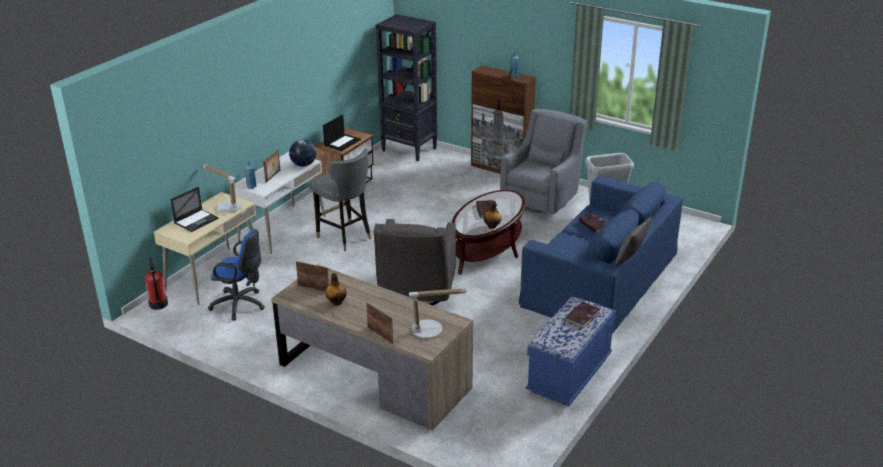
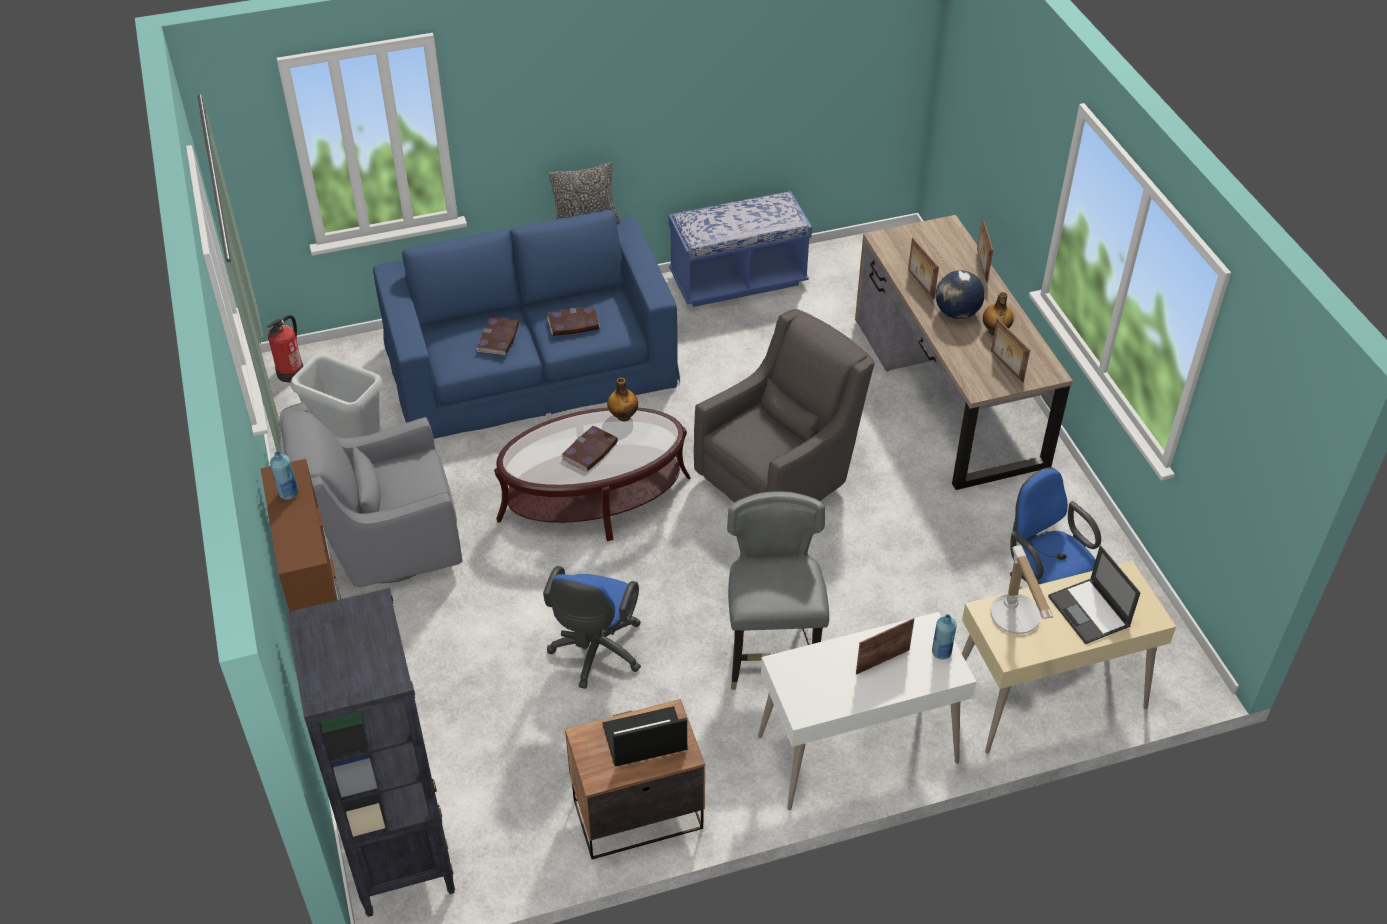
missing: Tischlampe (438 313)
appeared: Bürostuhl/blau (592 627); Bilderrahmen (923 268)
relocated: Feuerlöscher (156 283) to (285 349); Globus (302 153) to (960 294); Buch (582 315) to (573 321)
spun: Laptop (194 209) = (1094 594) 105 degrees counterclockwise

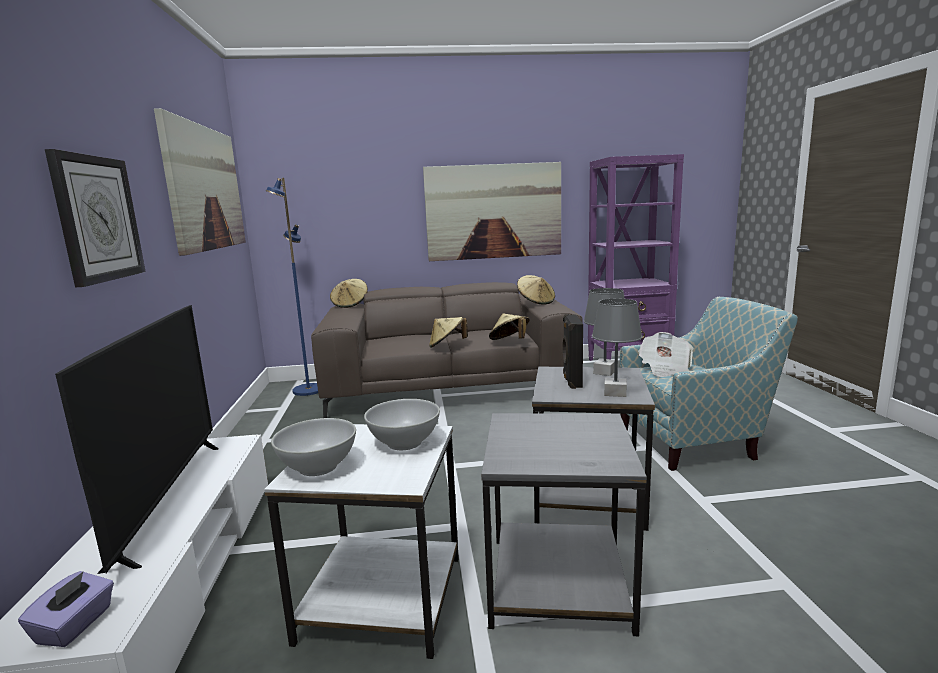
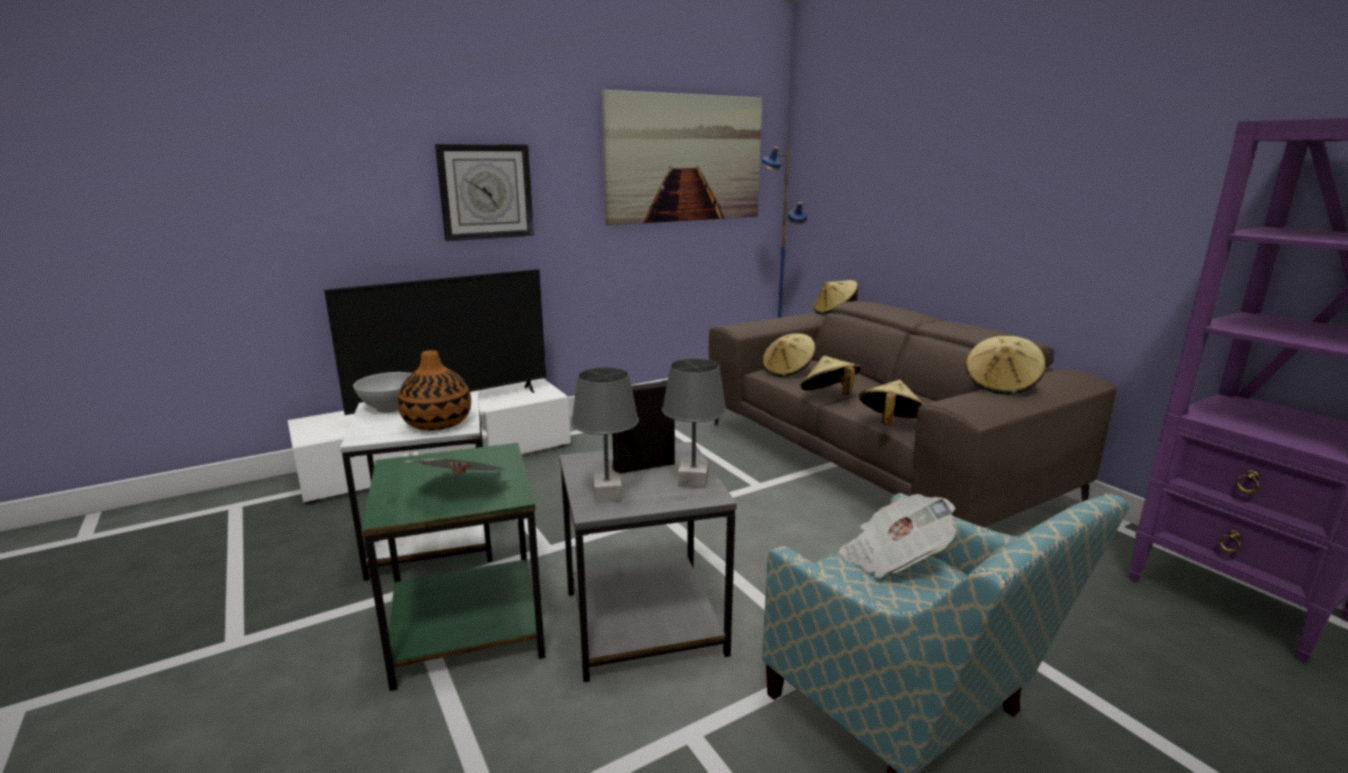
missing: Taschentuchbox/lila (66 609); Bild (492 211)
appeared: Zeitung (455 467); Hut/beige (789 355)
exchanged: Schüssel/weiß (402 424) to Vase (434 390)
colour: Beistelltisch/grau (564 524) to Beistelltisch/grün (453 567)

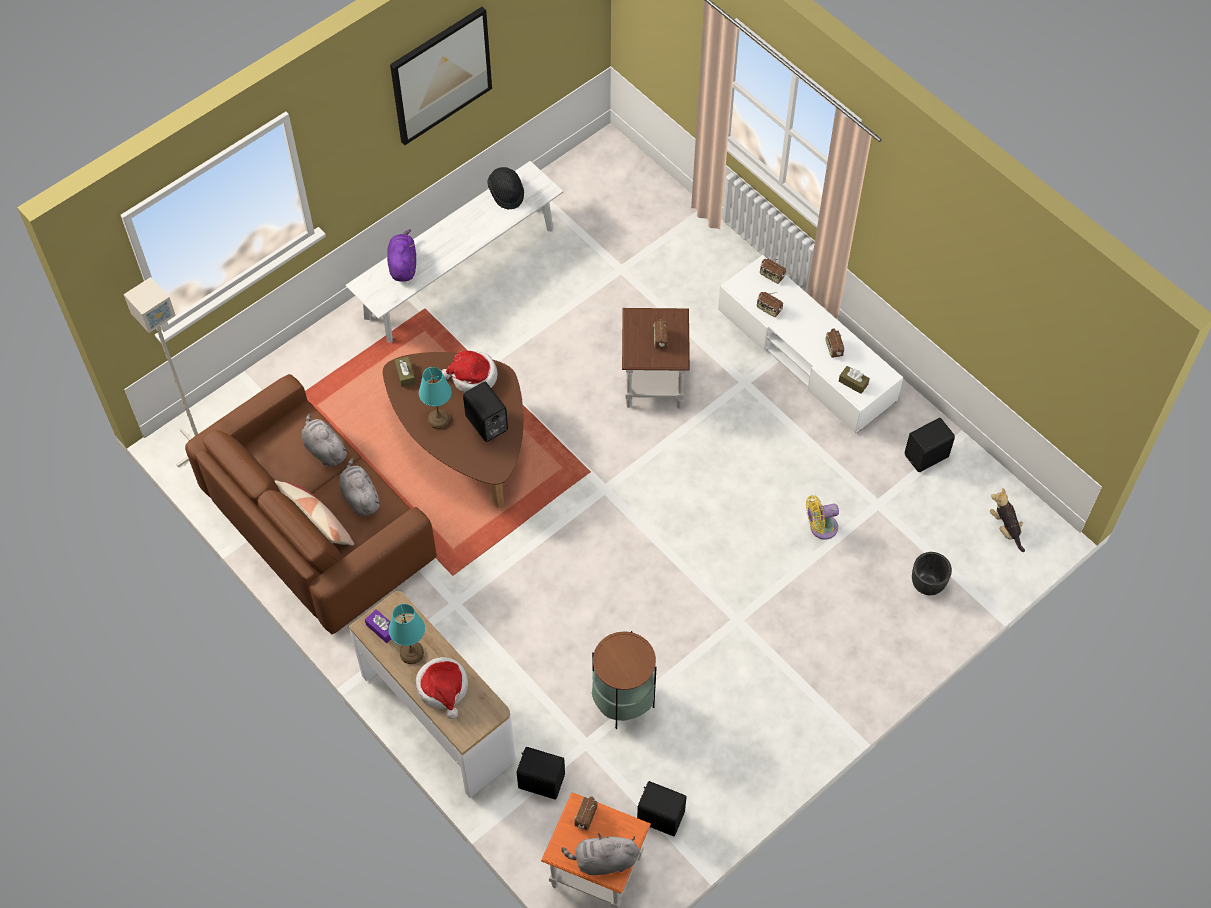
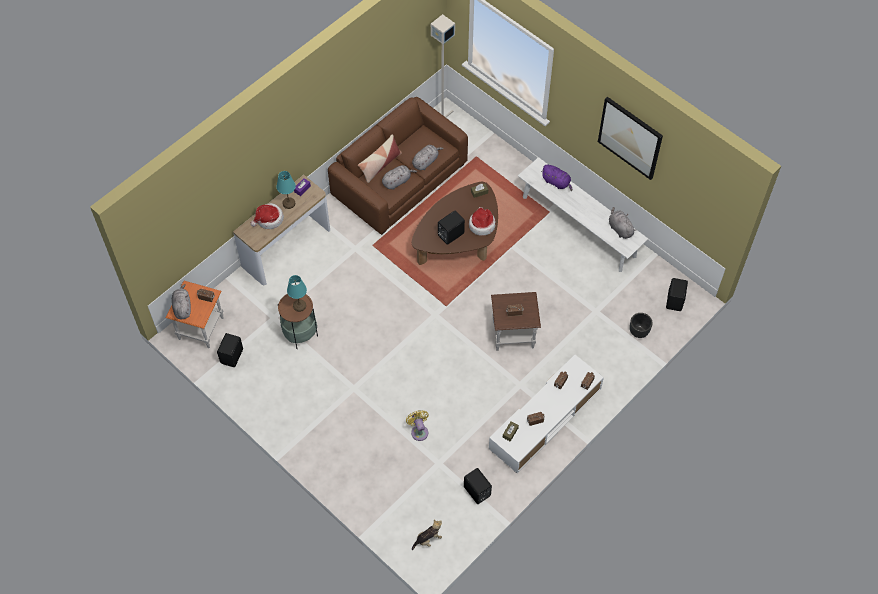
relocated: Tischlampe/türkis (435 398) to (297 293); Lautsprecher/schwarz (541 773) to (677 294); Pflanzkübel/schwarz (932 573) to (641 325)
exchanged: Hut/schwarz (505 188) to Plüschtier/grau (623 223)
spun: Plüschtier/lila (401 255) = (556 178) 45 degrees clockwise

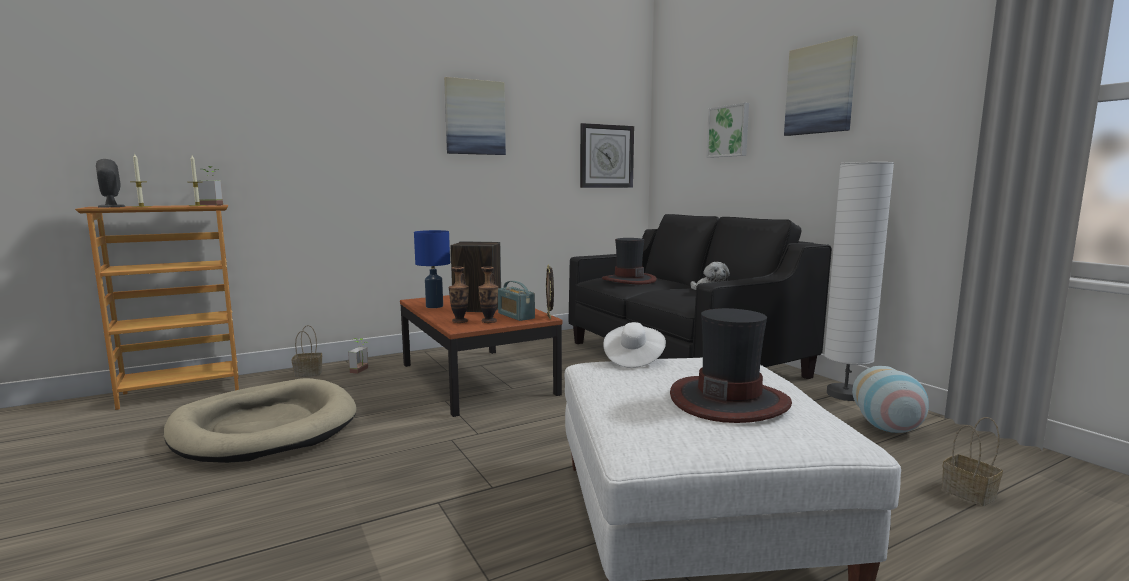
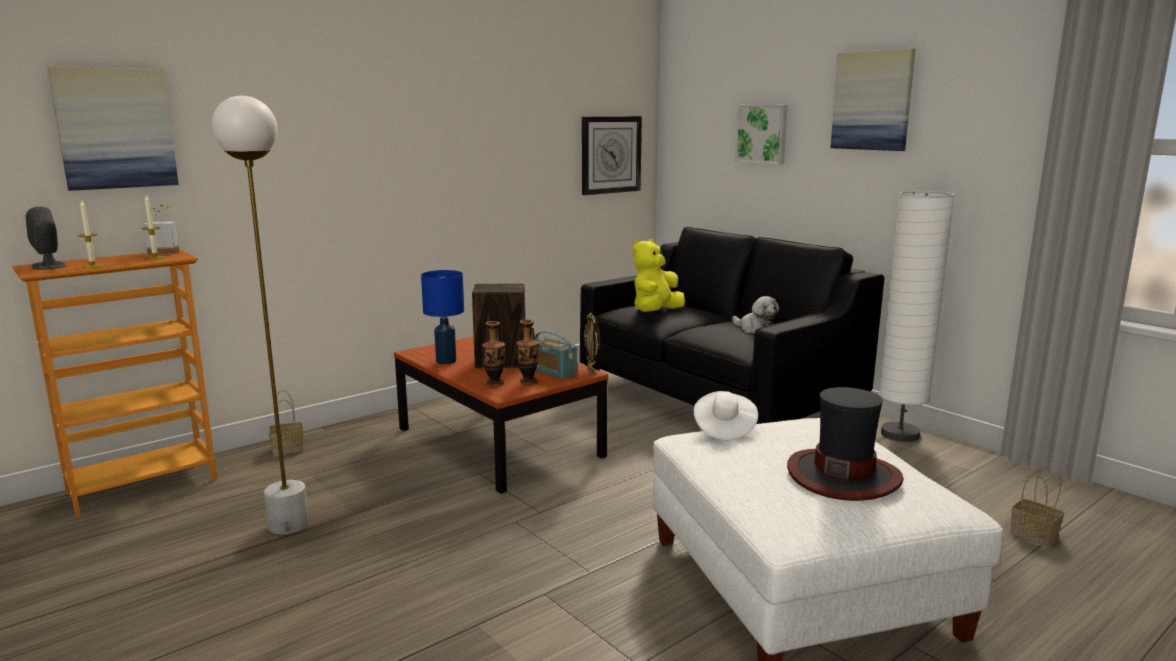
missing: Topfpflanze (358 356); Vase (890 399)
relocated: Bild (475 116) to (113 128)
exchanged: Hundebett/beige (260 420) to Stehlampe/weiß (260 315); Hut (629 261) to Plüschtier/gelb (659 275)

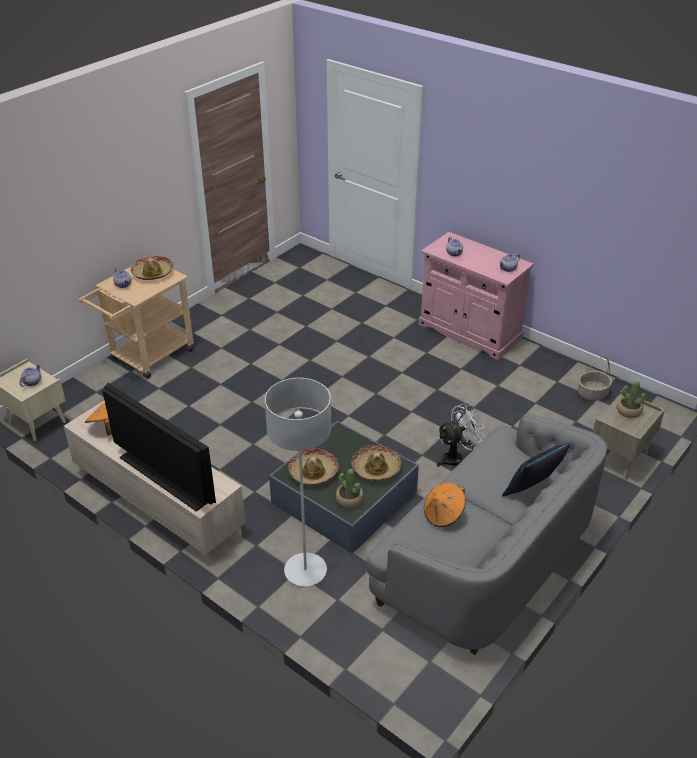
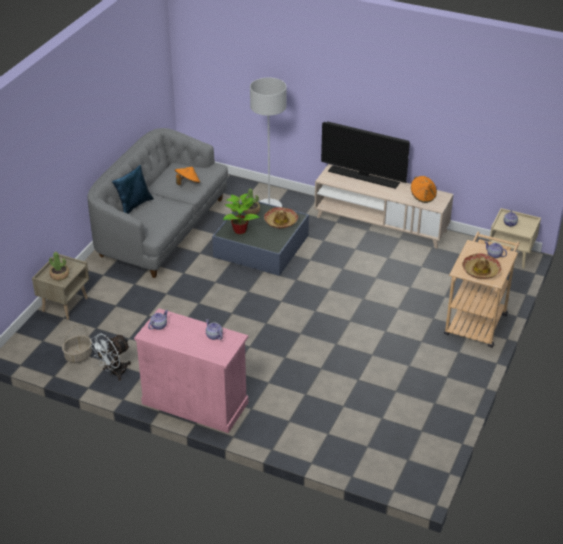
relocated: Ventilator/weiß (461 435) to (110 357)
exchanged: Hut (377 463) to Topfpflanze (241 214)

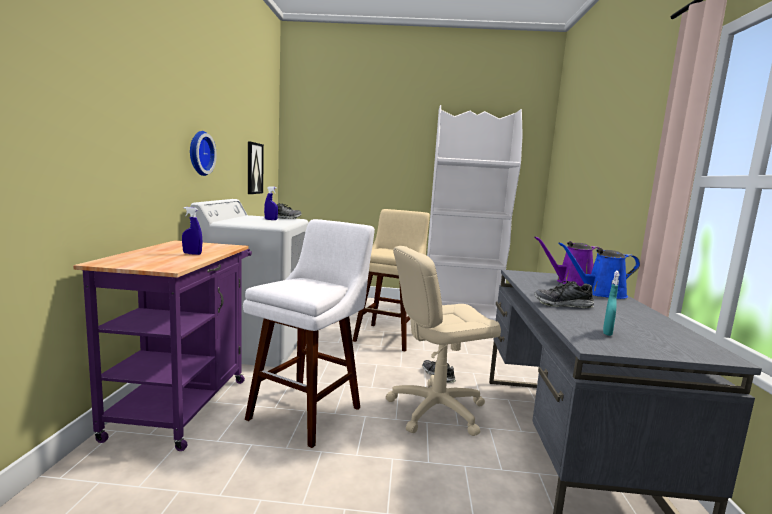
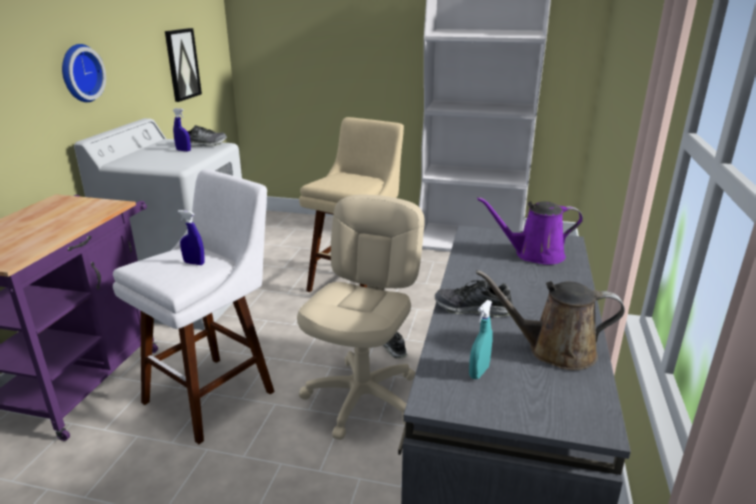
missing: Gießkanne/blau (599 270)
appeared: Gießkanne/braun (550 320)
relocated: Sprühflasche/blau (192 231) to (191 237)
spun: Bürostuhl/beige (443 341) = (361 317) 120 degrees clockwise

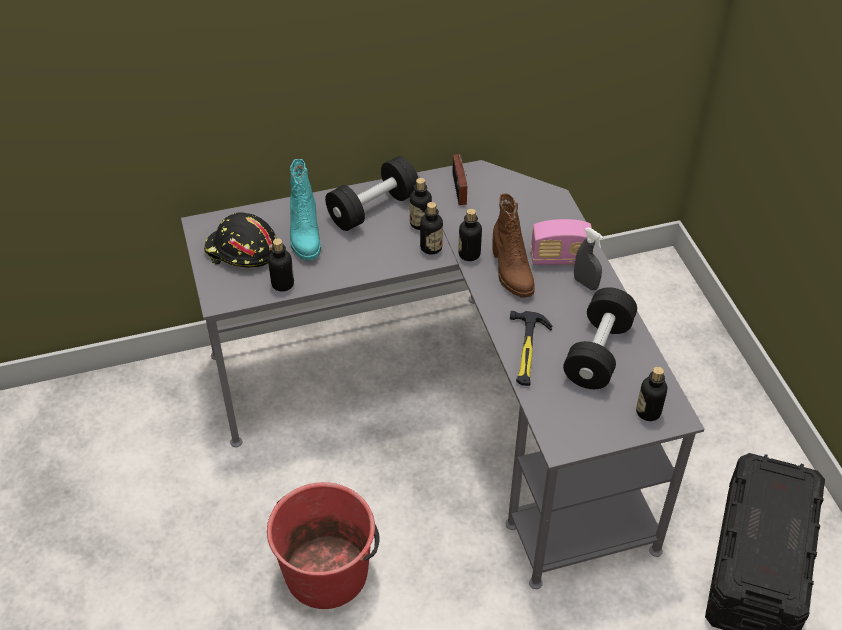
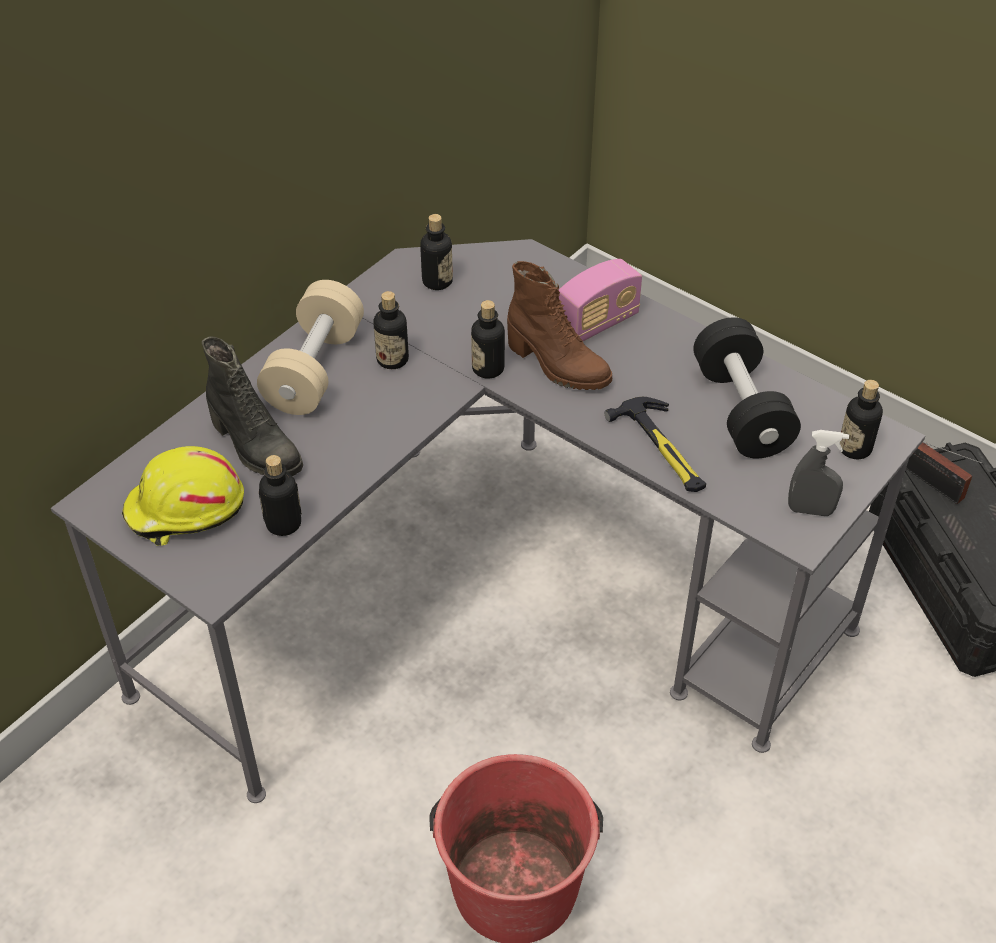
relocated: Flasche (431 228) to (436 252); Radio (459 179) to (945 473); Sprühflasche/grau (589 259) to (818 473)
colour: Schutzhelm/schwarz (240 240) to Schutzhelm/gelb (183 496); Stiefel/türkis (305 210) to Stiefel/schwarz (252 406); Hantel/schwarz (371 193) to Hantel/beige (310 347)

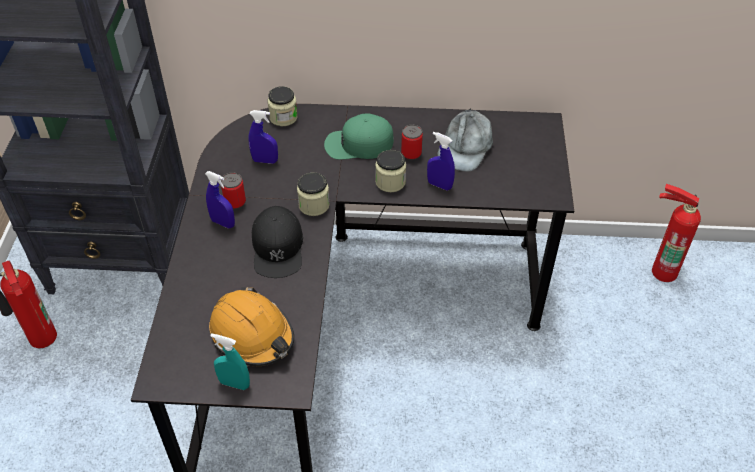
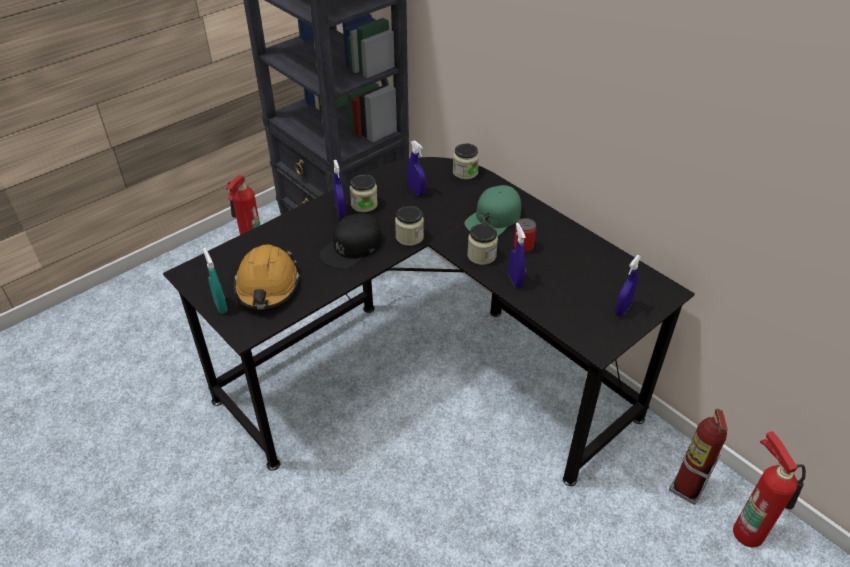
missing: Kappe/grau (465 139)
appeared: Sprühflasche/blau (628 285); Feuerlöscher (698 457)
exchanged: Dose (233 190) to Vorratsglas (364 193)
spun: Kappe/grün (359 136) = (492 210) 90 degrees counterclockwise

